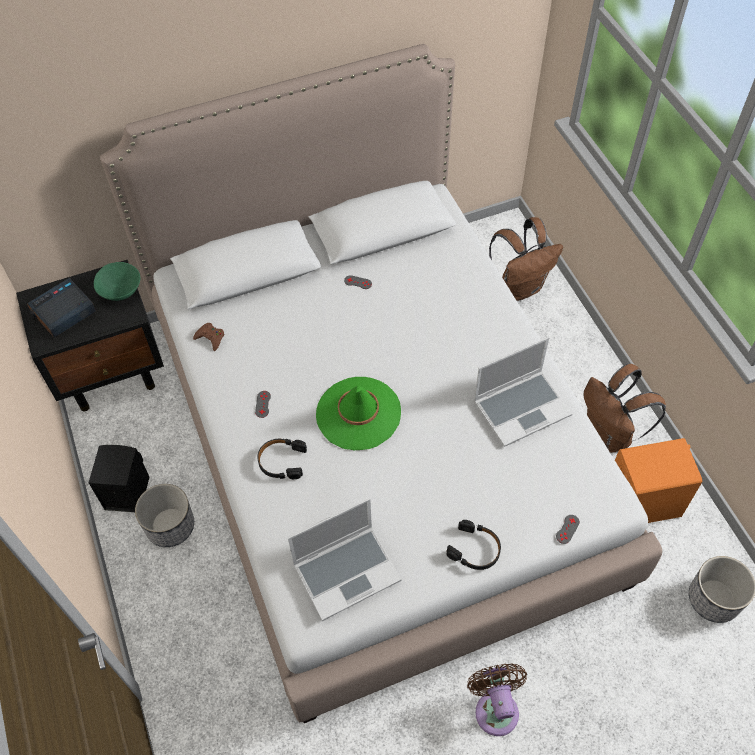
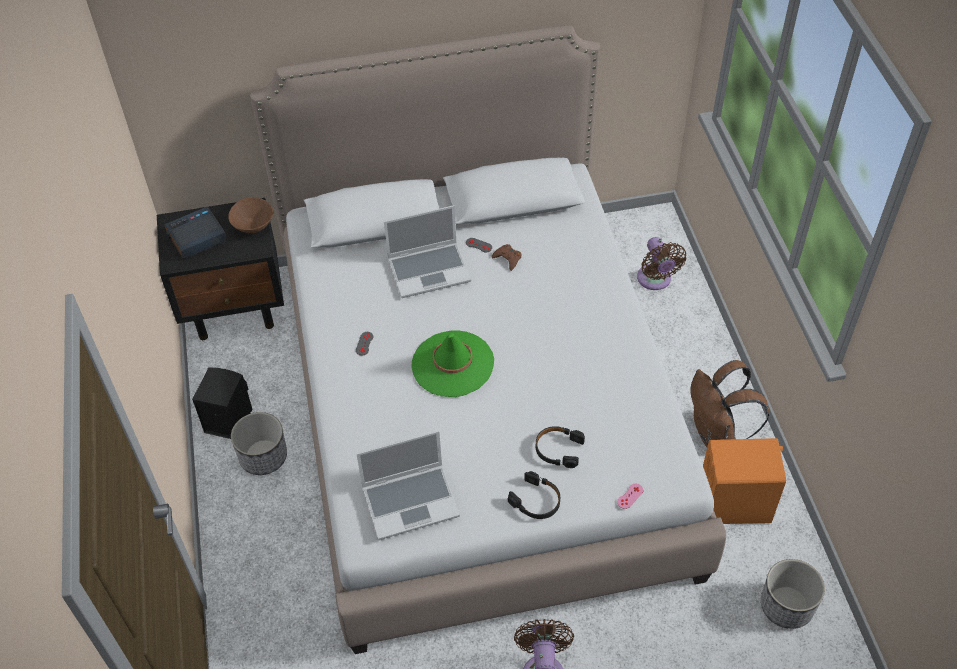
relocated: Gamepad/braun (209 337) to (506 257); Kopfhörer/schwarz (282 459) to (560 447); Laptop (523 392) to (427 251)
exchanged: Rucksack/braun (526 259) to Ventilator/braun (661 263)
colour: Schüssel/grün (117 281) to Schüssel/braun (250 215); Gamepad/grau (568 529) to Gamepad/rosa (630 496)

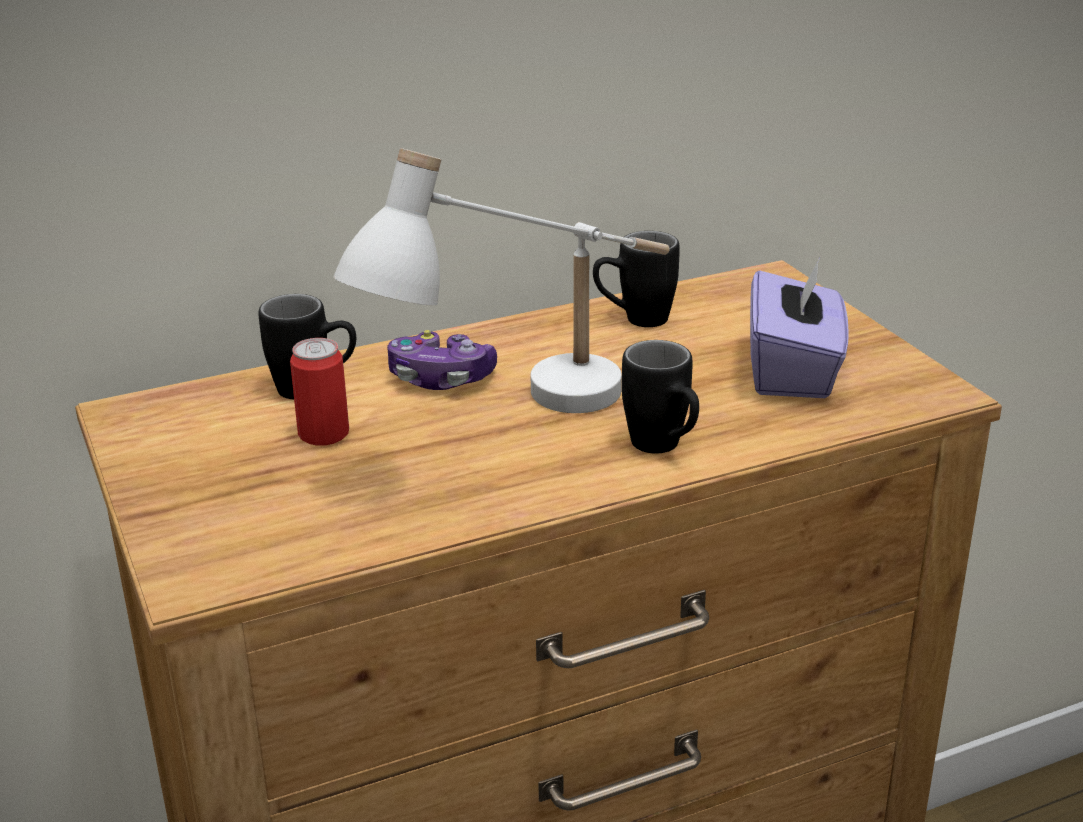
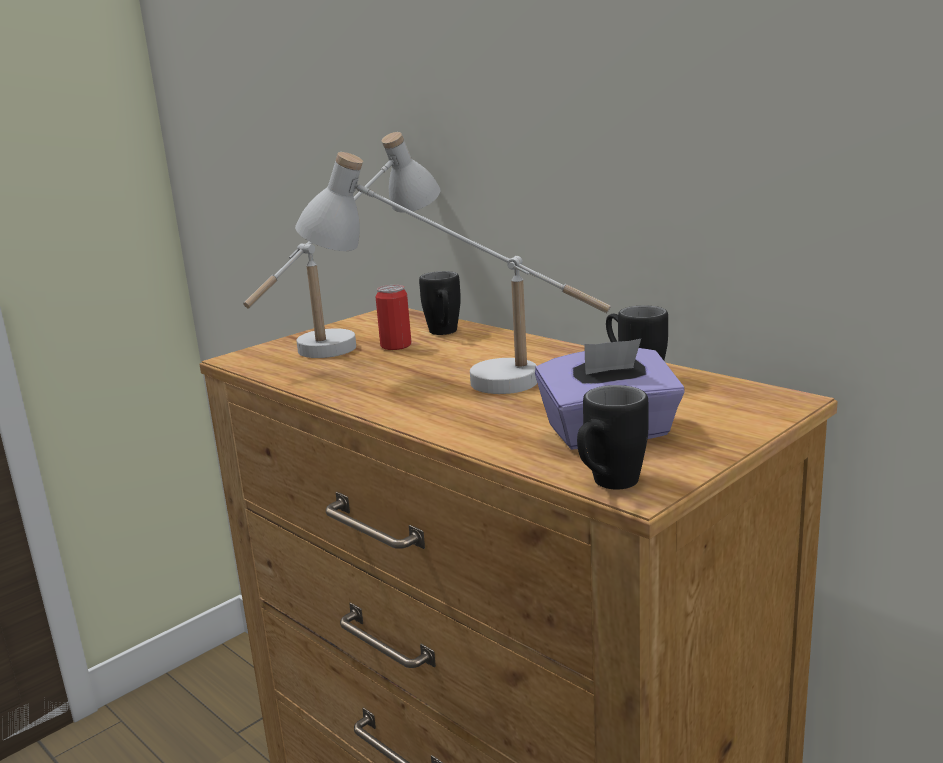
missing: Gamepad (442 360)
appeared: Tischlampe/weiß (341 245)
relocated: Henkelbecher/schwarz (660 396) to (613 437)

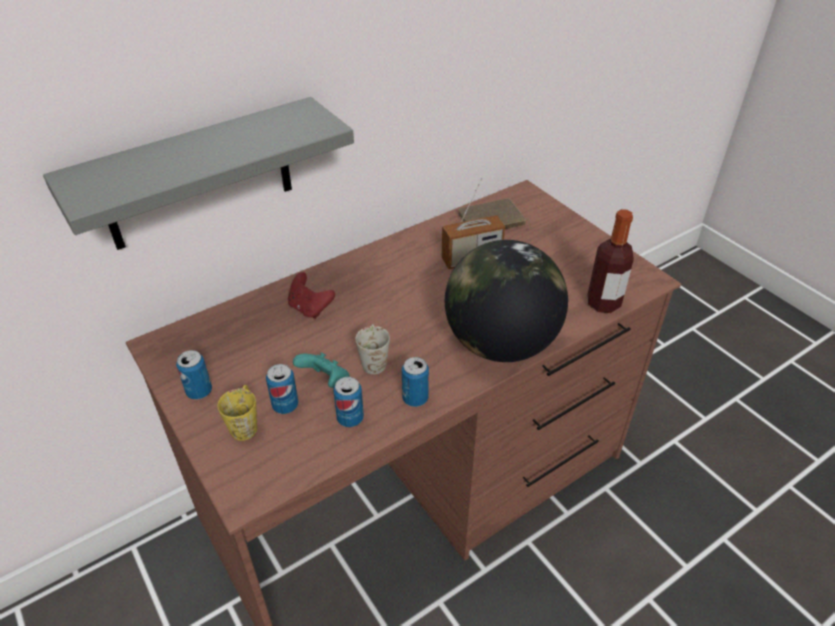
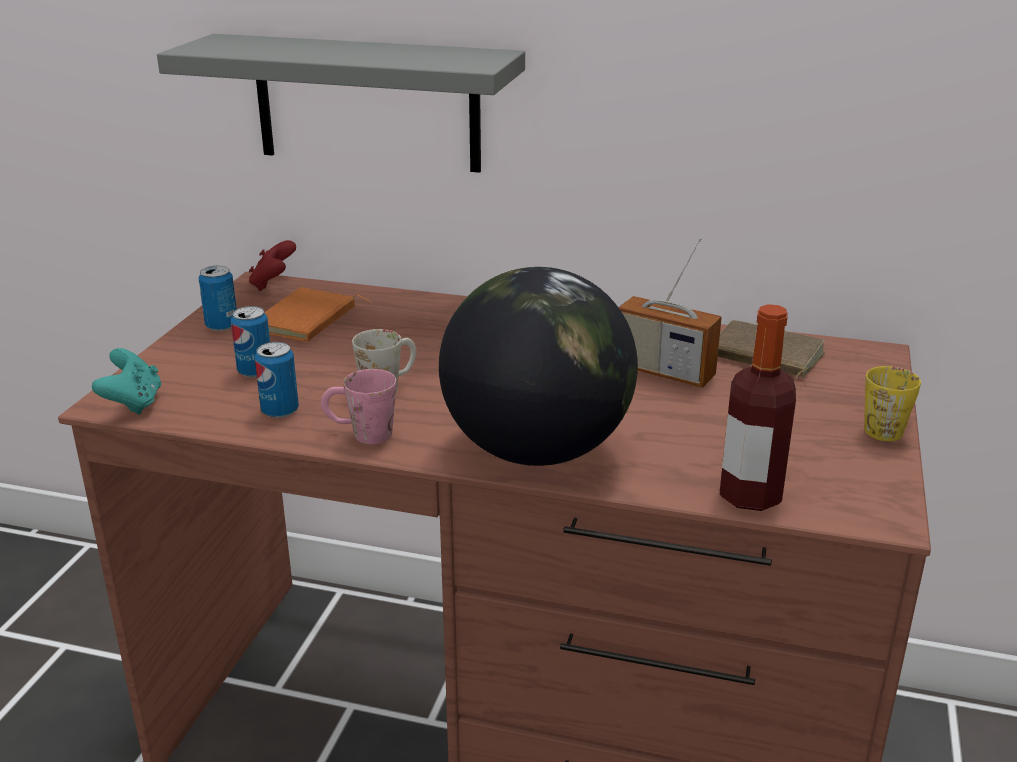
appeared: Buch/orange (318 314)
relocated: Henkelbecher/gelb (237 413) to (892 403); Gamepad/rot (311 295) to (272 265); Gamepad/türkis (321 370) to (126 381)
exchanged: Dose (415 382) to Henkelbecher/rosa (358 407)

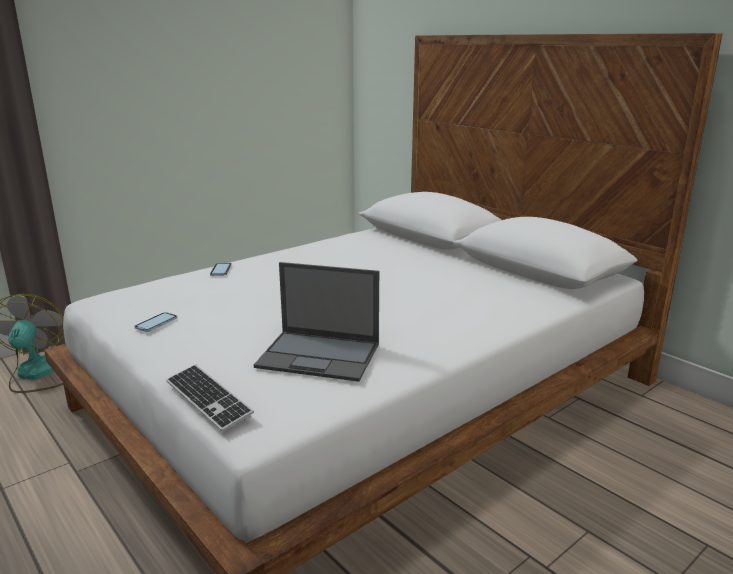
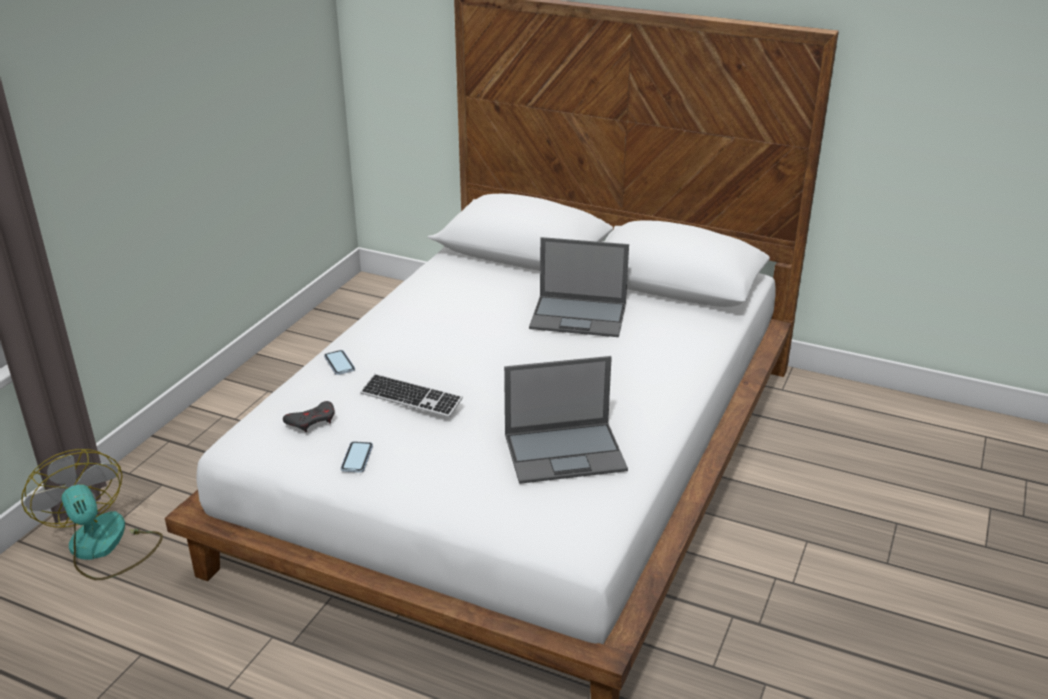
appeared: Gamepad/grau (308 416); Laptop (579 287)
relocated: Tastatur (210 398) to (411 395)

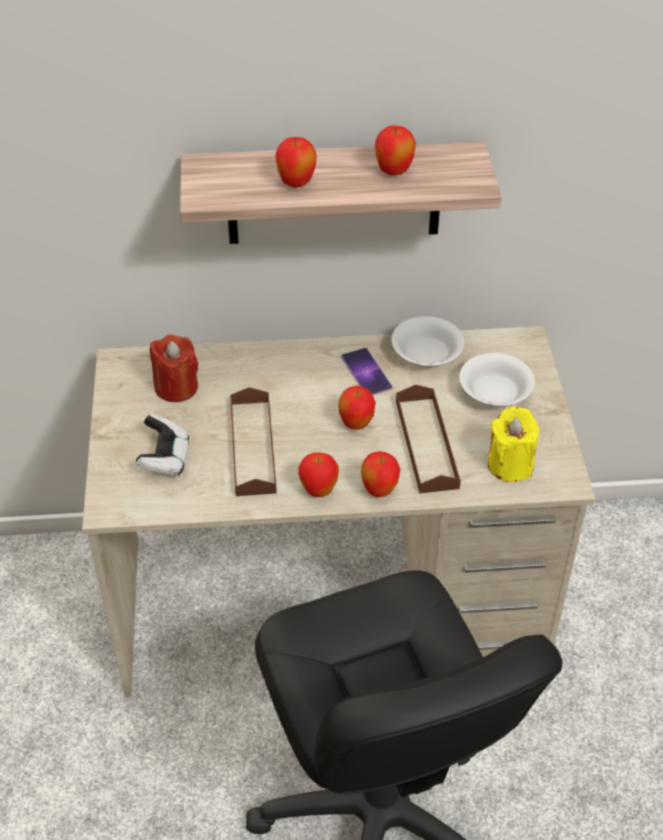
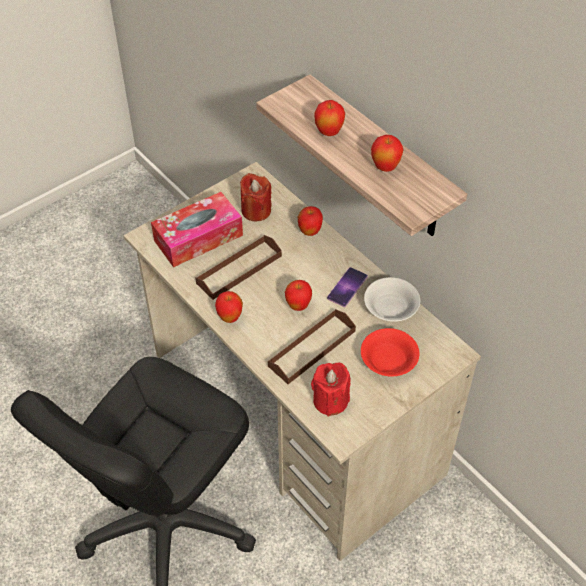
relocated: Apfel (380 474) to (310 221)
exchanged: Gamepad (162 445) to Taschentuchbox (197 229)
colour: Schüssel/weiß (497 380) to Schüssel/rot (390 352); Kerze/gelb (513 444) to Kerze/rot (331 390)

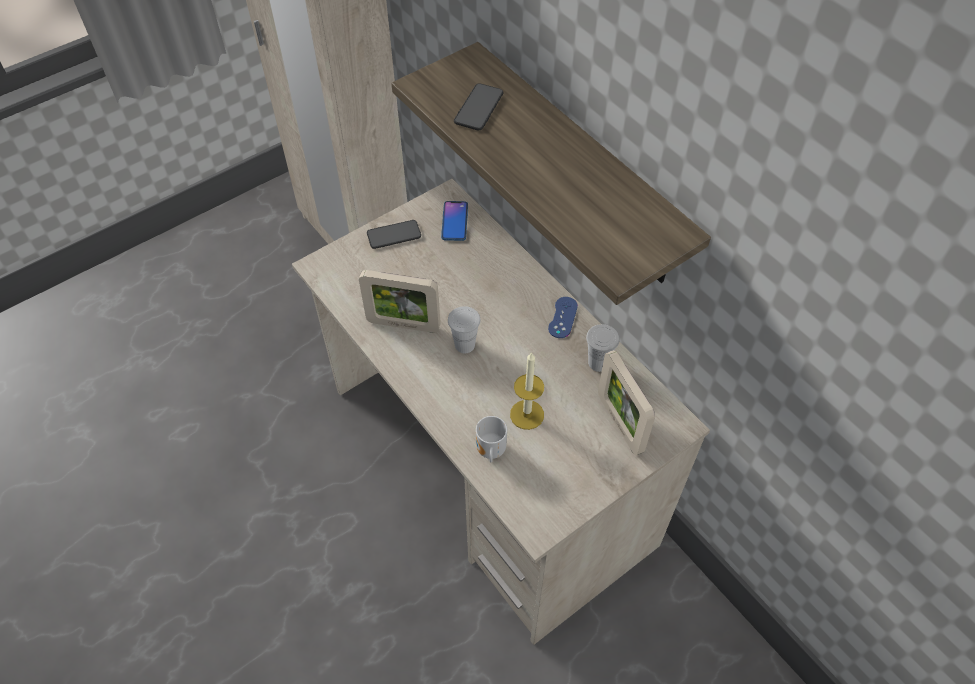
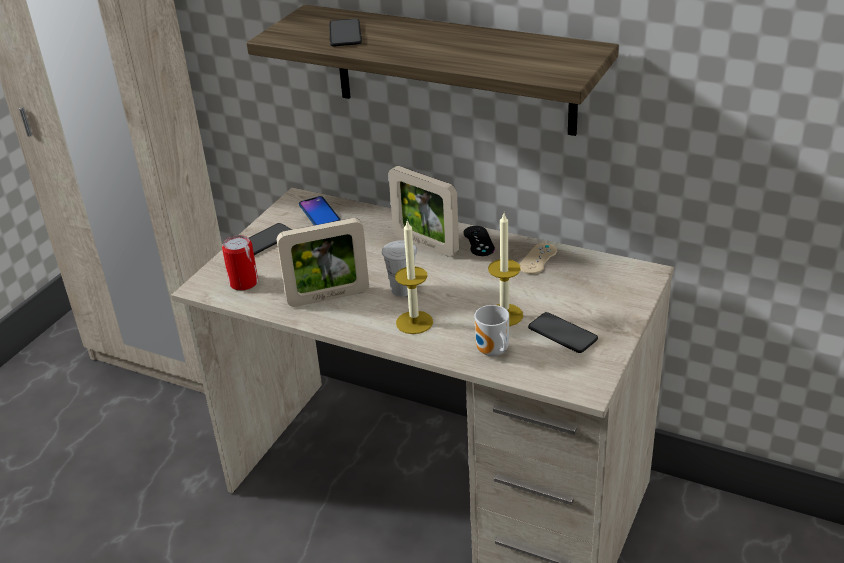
appeared: Dose (240 263); Kerze (414 276); Handy (563 332)
relocated: Bilderrahmen (626 402) to (423 211)
exchanged: Tasse/weiß (603 348) to Gamepad/beige (538 258)
colour: Gamepad/blau (563 317) to Gamepad/schwarz (479 241)

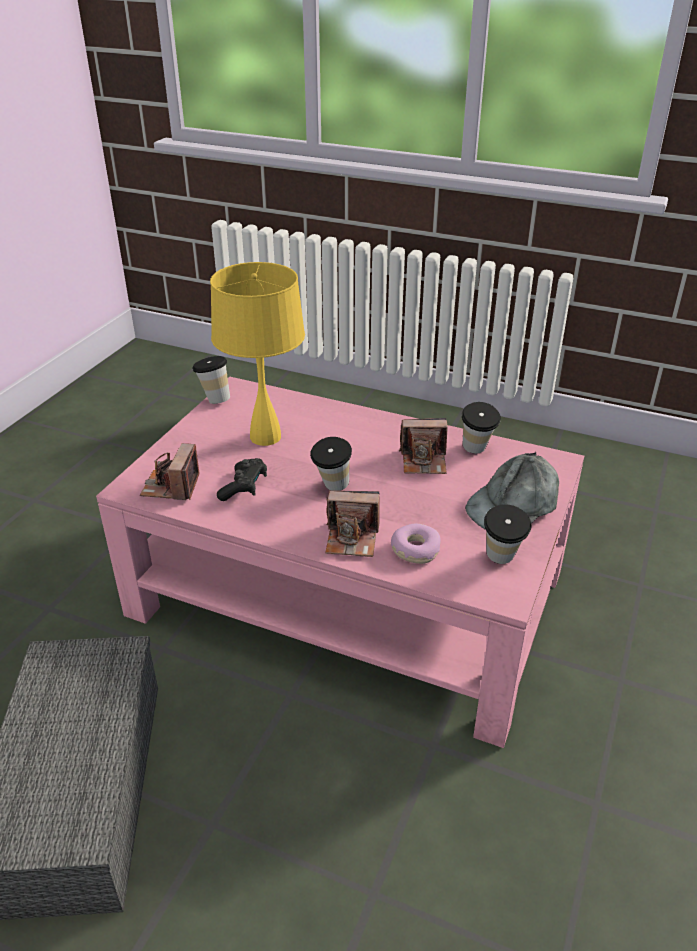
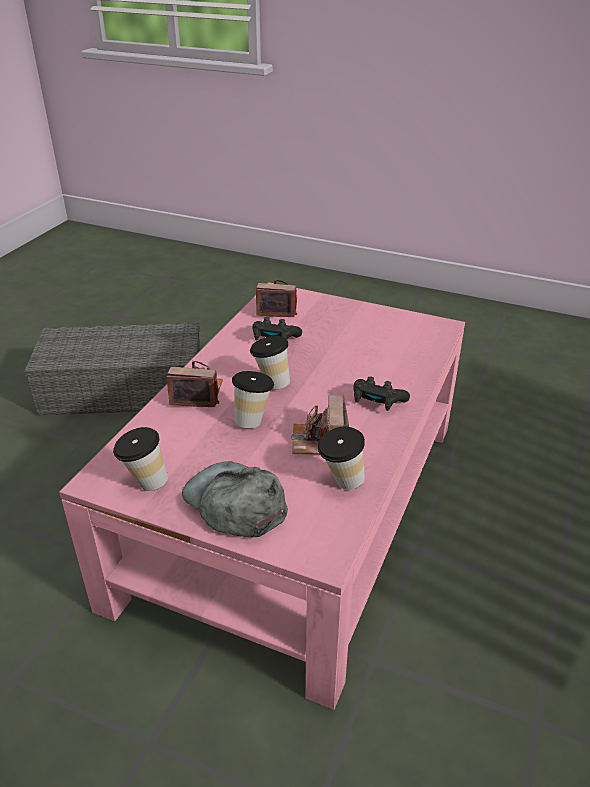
missing: Tischlampe/gelb (257 354); Donut (416 544)
appeared: Gamepad/schwarz (381 393)
relocated: Tasse (211 380) to (253 399)
spun: Kamera (352 524) = (195 384) 90 degrees clockwise

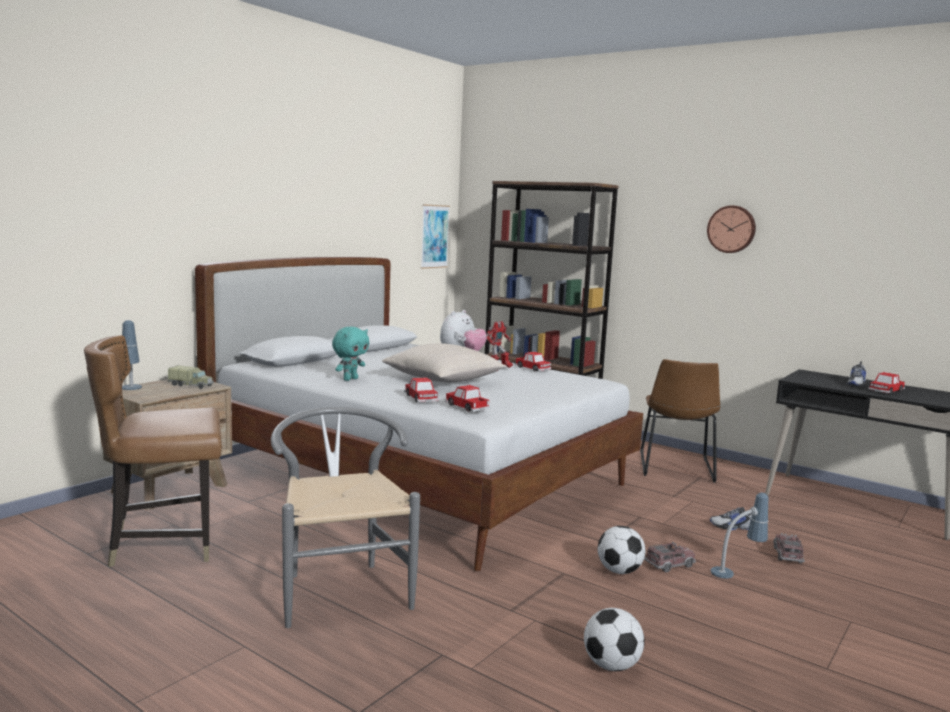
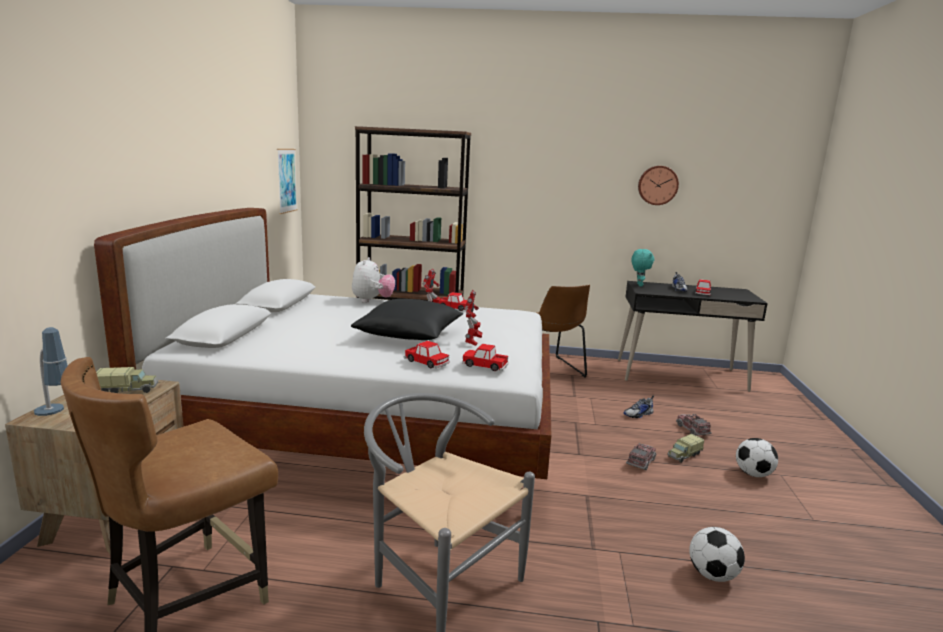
appeared: Spielzeugroboter (474 318)
relocated: Plüschtier/türkis (350 354) to (643 267); Fußball (621 550) to (757 457); Wanduhr (731 229) to (658 185)
exchanged: Tischlampe (740 535) to Spielzeuglaster (685 448)
colour: Kissen/beige (444 363) to Kissen/schwarz (407 319)

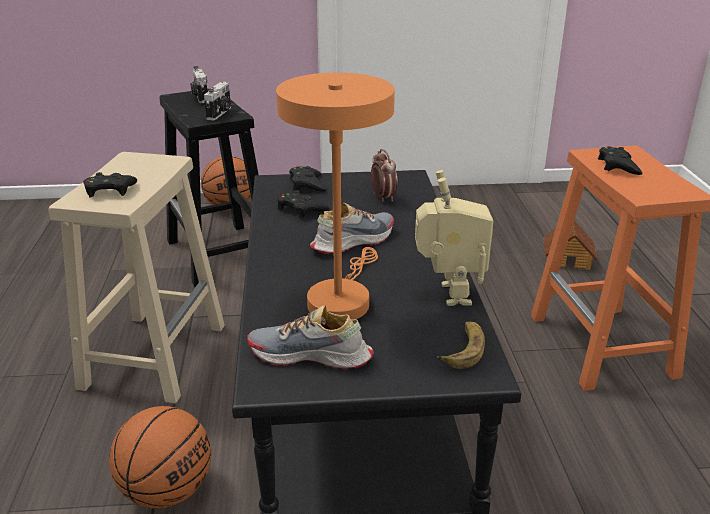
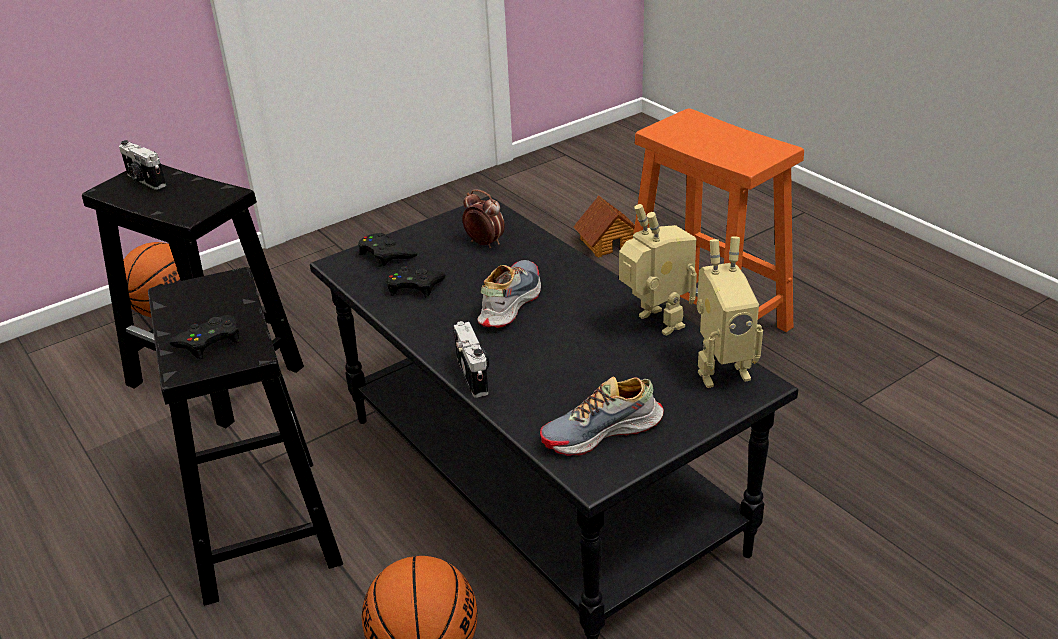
missing: Tischlampe/orange (335 196); Gamepad/schwarz (620 160)
relocated: Kamera (217 101) to (471 359)
exchanged: Banane (461 345) to Spielzeugroboter (730 312)
colour: Hocker/beige (136 278) to Hocker/schwarz (245 436)

